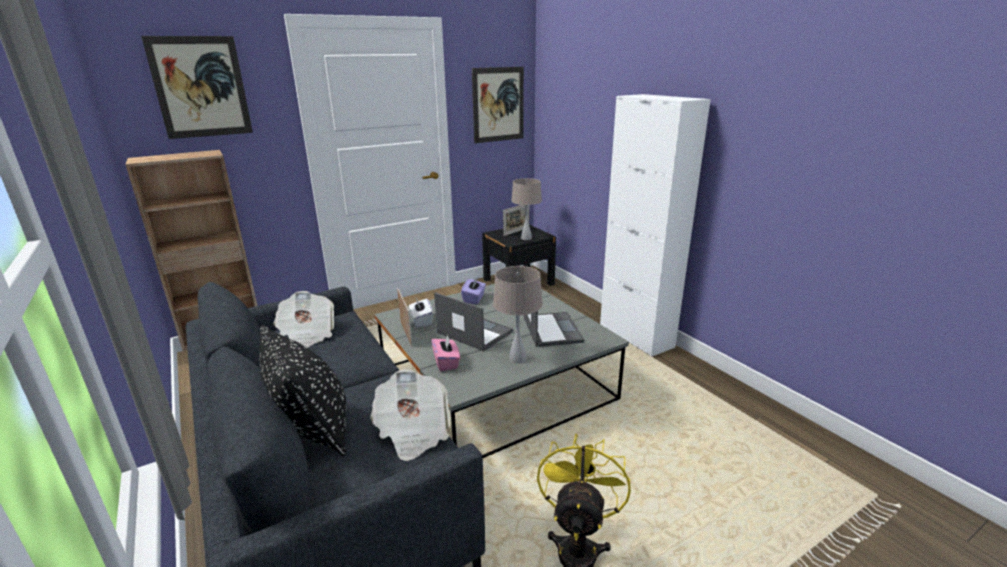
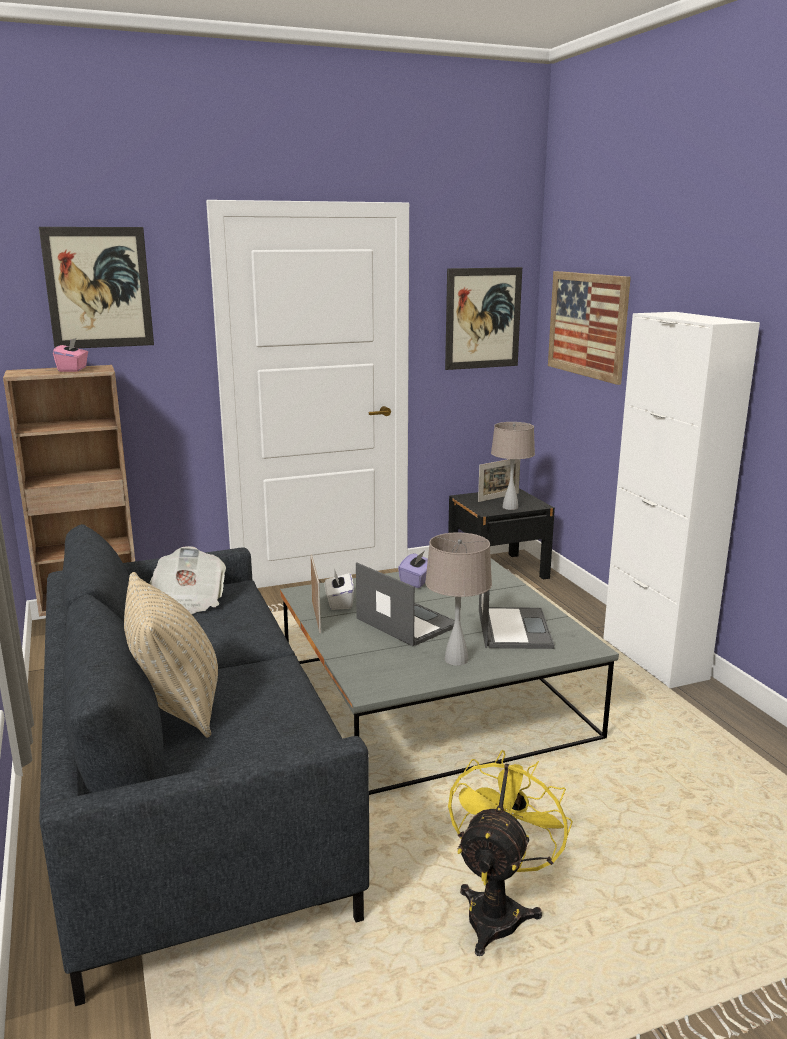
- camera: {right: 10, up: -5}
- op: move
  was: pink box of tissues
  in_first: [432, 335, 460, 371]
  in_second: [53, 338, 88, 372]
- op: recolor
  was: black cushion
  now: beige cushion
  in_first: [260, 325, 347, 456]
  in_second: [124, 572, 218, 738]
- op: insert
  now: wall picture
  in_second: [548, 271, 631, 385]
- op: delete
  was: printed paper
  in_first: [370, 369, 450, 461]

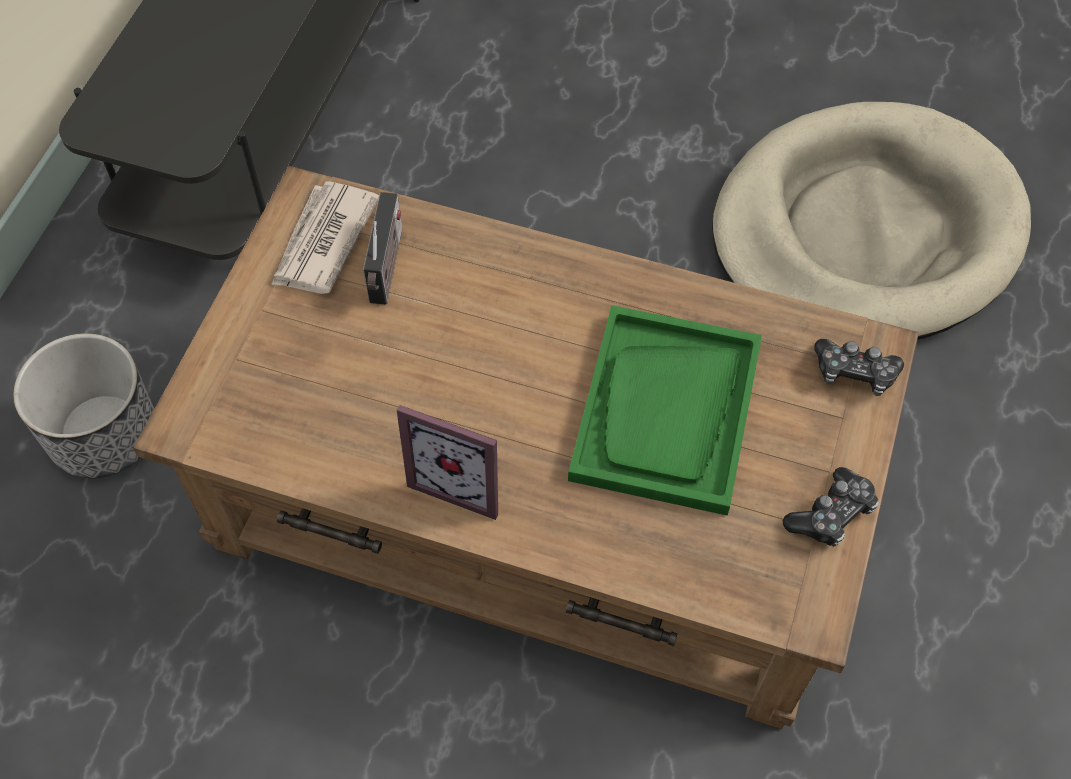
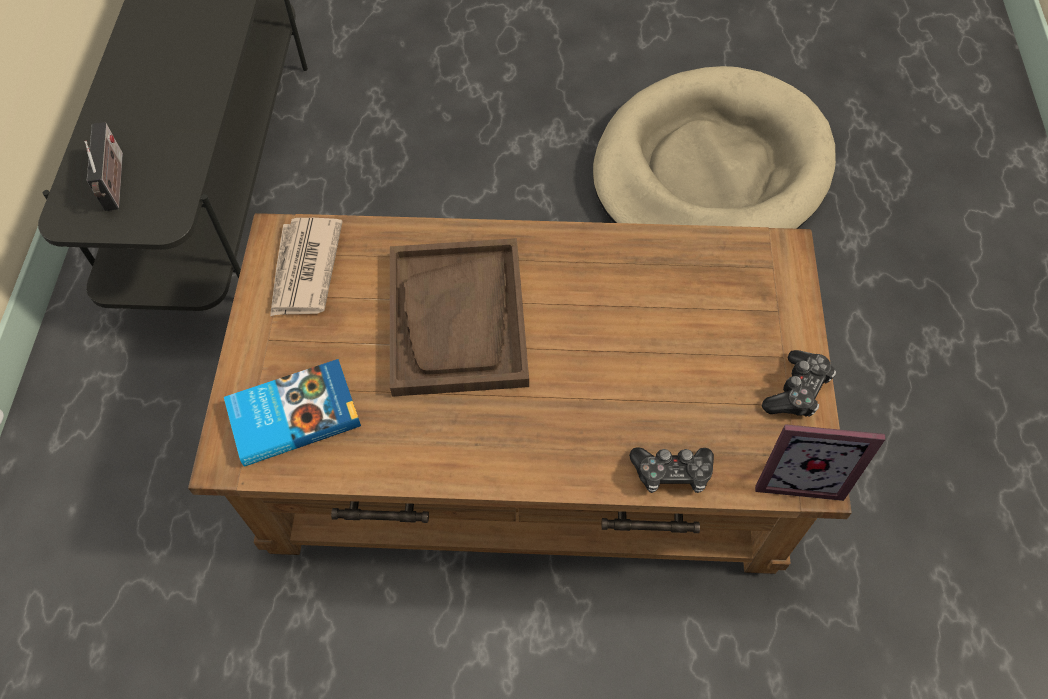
- camera: {right: -15, up: 0}
- op: move
  was: radio set
  in_first: [363, 192, 402, 304]
  in_second: [84, 122, 123, 211]
- op: insert
  now: book
  in_second: [224, 359, 361, 467]
- op: insert
  now: brownish serving tray
  in_second: [390, 238, 529, 397]
- op: move
  was: game controller
  in_first: [815, 339, 904, 396]
  in_second: [629, 447, 714, 493]
- op: move
  was: photo frame
  in_first: [397, 405, 498, 520]
  in_second: [755, 424, 886, 501]
- op: delete
  was: planter
  in_first: [13, 333, 154, 478]
- op: delete
  was: green serving tray
  in_first: [568, 305, 762, 516]

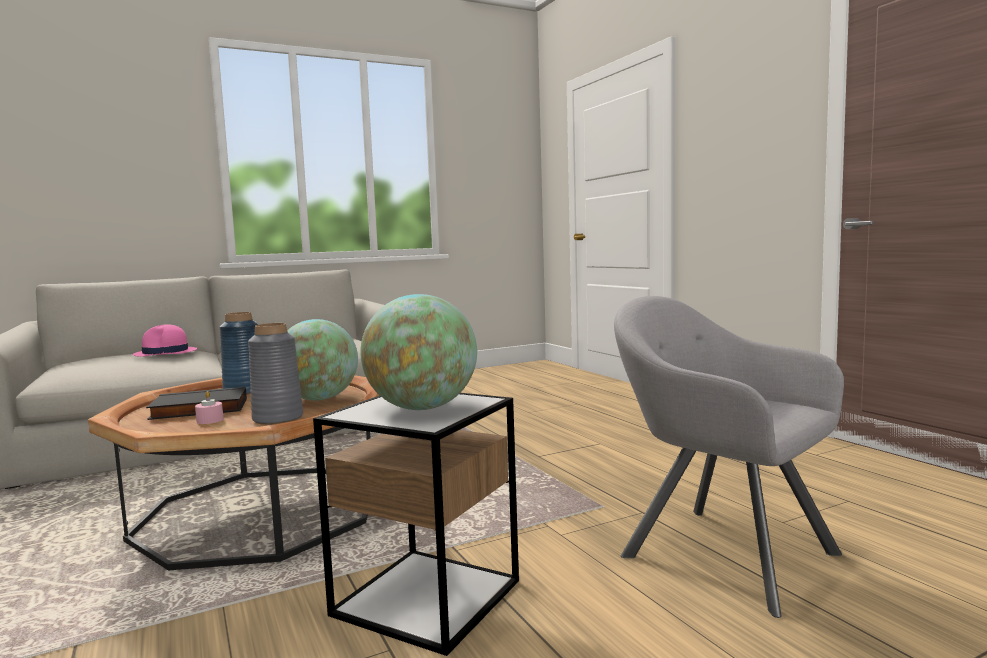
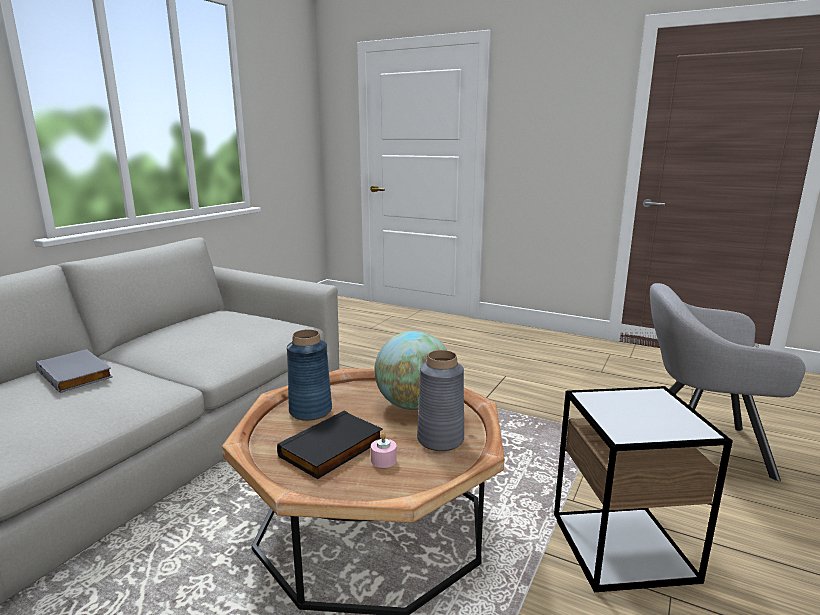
- camera: {right: -35, up: 10}
- op: replace
  was: pink hat
  now: gray book
  in_first: [133, 325, 197, 357]
  in_second: [36, 349, 113, 393]
- op: delete
  was: world globe
  in_first: [360, 294, 477, 410]

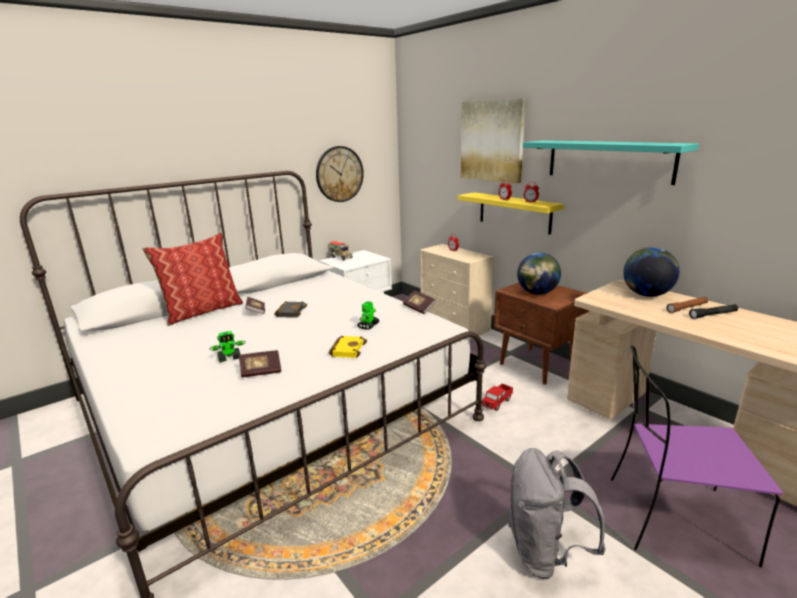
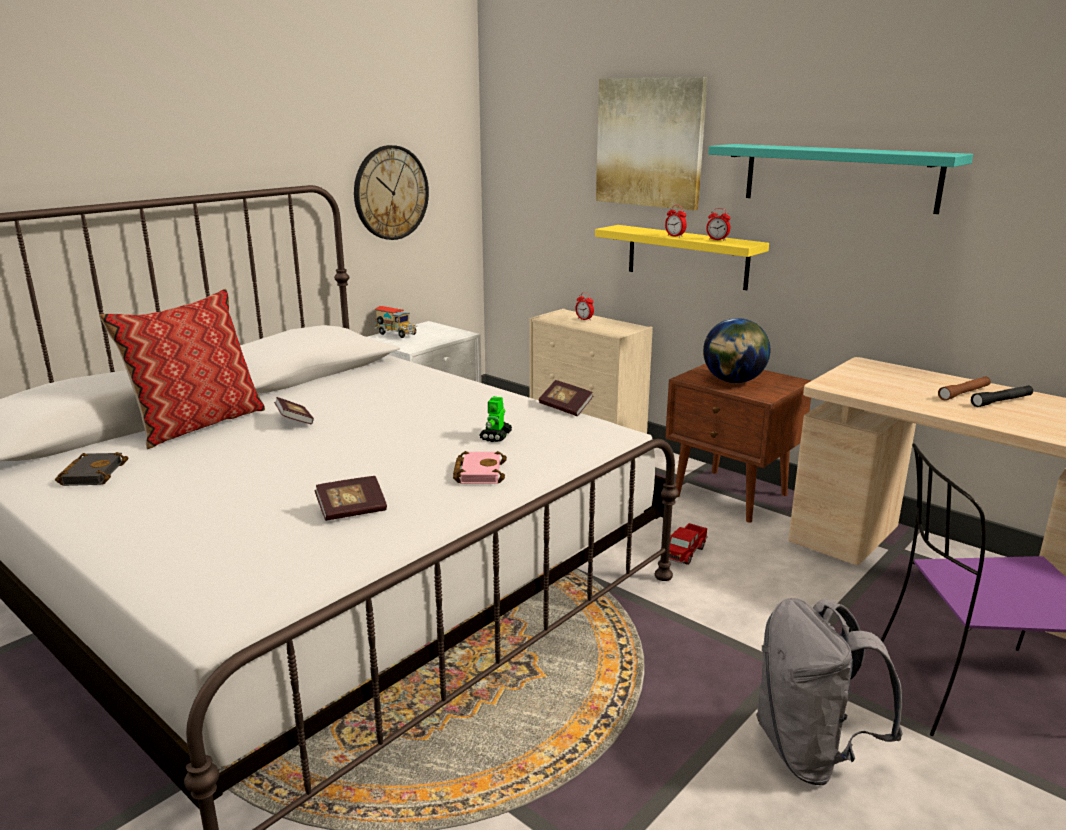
- camera: {right: -10, up: 0}
- op: move
  was: black book
  in_first: [274, 301, 307, 317]
  in_second: [55, 452, 128, 486]
- op: recolor
  was: yellowish book
  now: pink book
  in_first: [329, 336, 367, 358]
  in_second: [453, 451, 507, 484]
- op: delete
  was: robot figure
  in_first: [209, 331, 246, 362]
- op: delete
  was: world globe
  in_first: [623, 247, 679, 297]

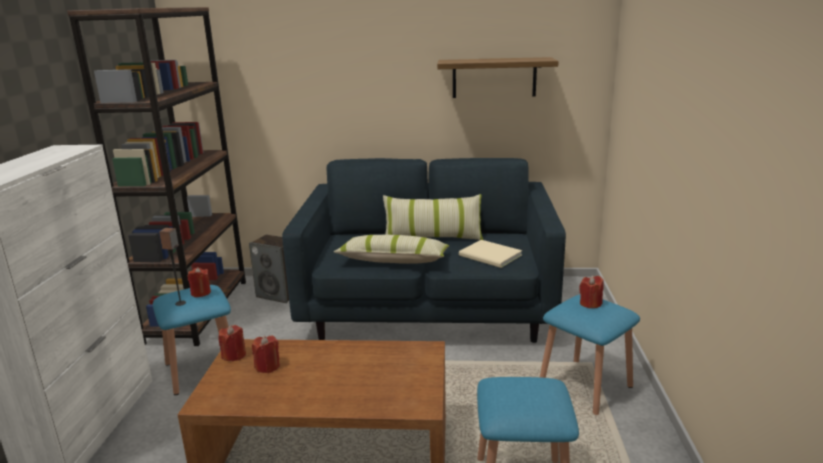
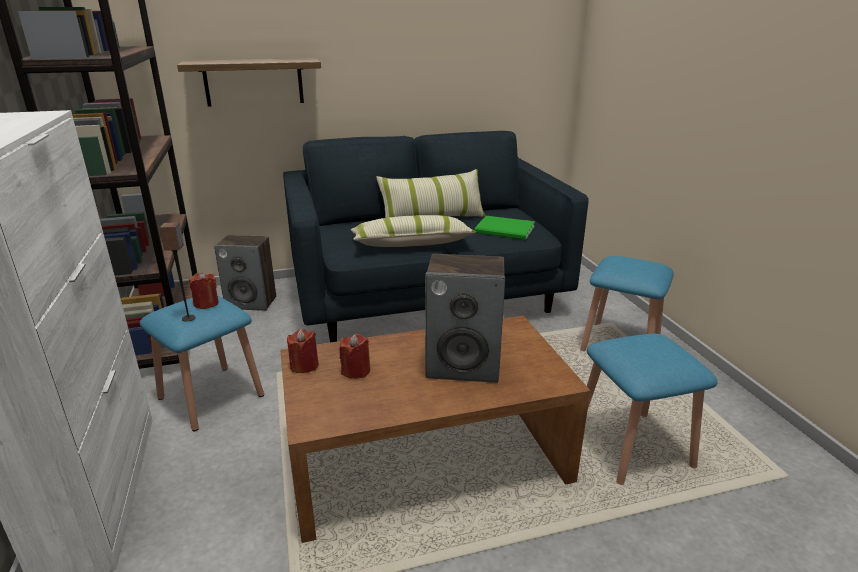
- camera: {right: -20, up: 5}
- op: move
  was: bracket shelf
  in_first: [437, 57, 559, 98]
  in_second: [177, 58, 321, 107]
- op: insert
  now: loudspeaker
  in_second: [425, 254, 505, 383]
- op: recolor
  was: beige book
  now: green book
  in_first: [459, 240, 522, 268]
  in_second: [475, 216, 535, 240]
- op: delete
  was: reddish wax candle
  in_first: [579, 275, 604, 309]

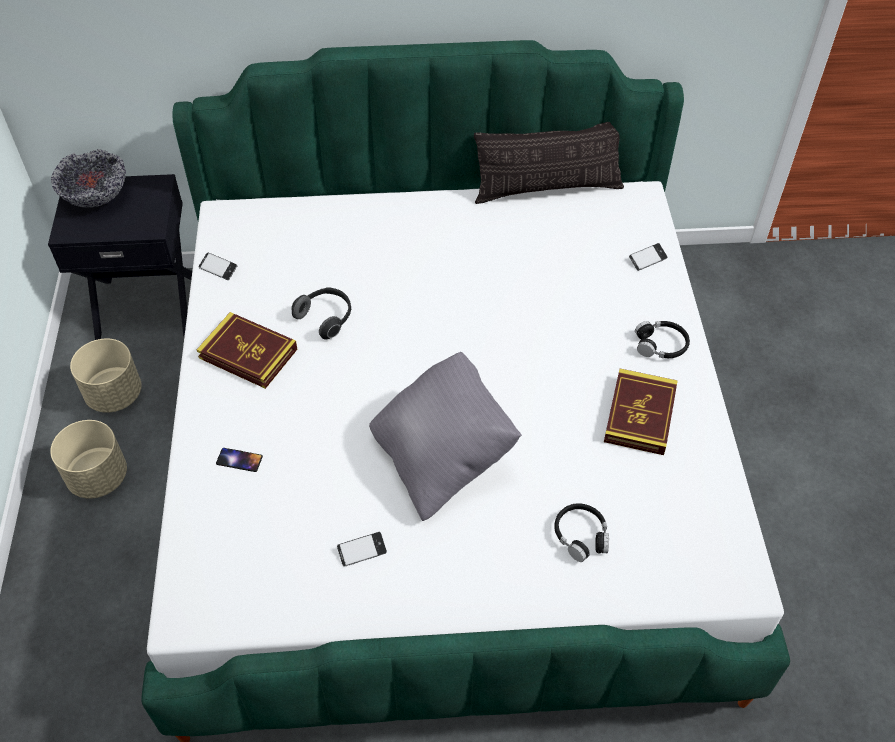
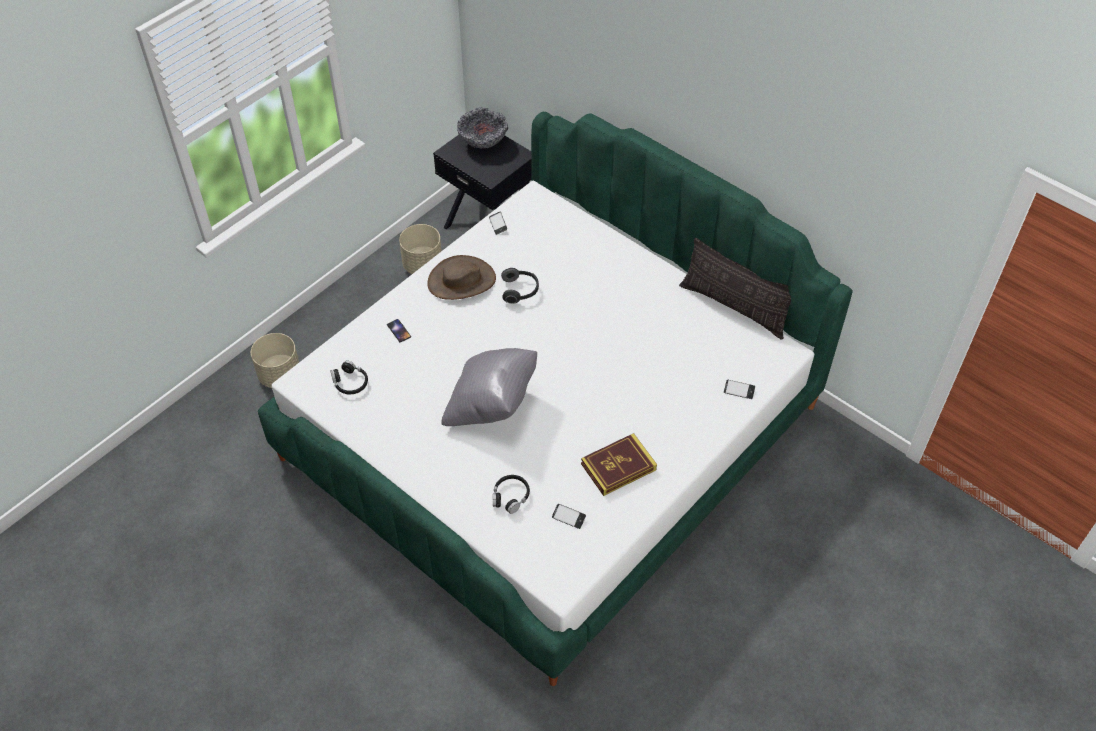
- camera: {right: 45, up: 0}
- op: move
  was: beige planter
  in_first: [50, 420, 127, 499]
  in_second: [251, 333, 299, 388]
- op: move
  was: black headphones
  in_first: [635, 321, 690, 358]
  in_second: [331, 360, 368, 394]
- op: replace
  was: book
  now: brownish hat
  in_first: [197, 312, 297, 389]
  in_second: [427, 255, 496, 300]
- op: move
  was: phone
  in_first: [337, 532, 387, 567]
  in_second: [552, 504, 586, 529]

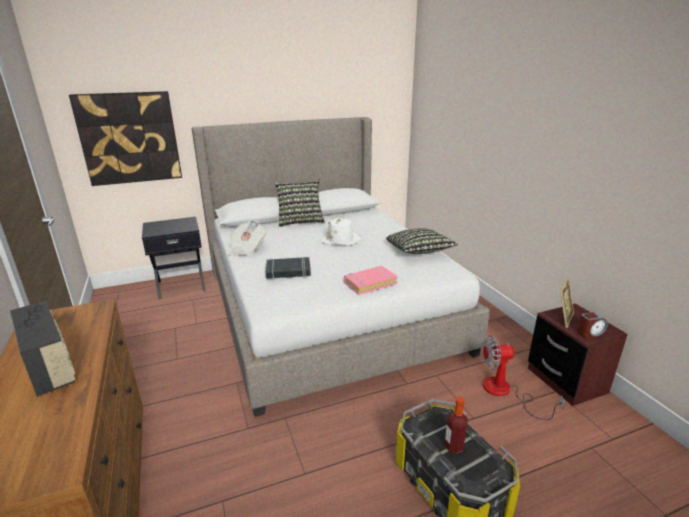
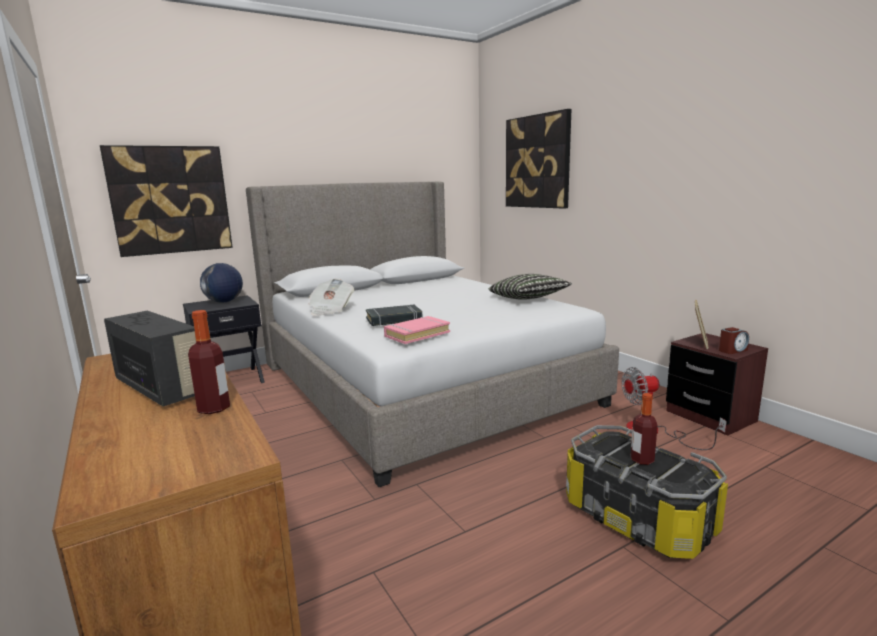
- camera: {right: -10, up: -10}
- op: insert
  now: bottle
  in_second: [188, 310, 230, 414]
- op: insert
  now: world globe
  in_second: [200, 263, 243, 303]
- op: move
  was: pink book
  in_first: [344, 266, 398, 295]
  in_second: [384, 316, 450, 344]
- op: insert
  now: wall picture
  in_second: [506, 109, 571, 209]
- op: delete
  was: cushion
  in_first: [275, 179, 325, 227]
- op: delete
  was: whitish hat
  in_first: [321, 217, 361, 246]

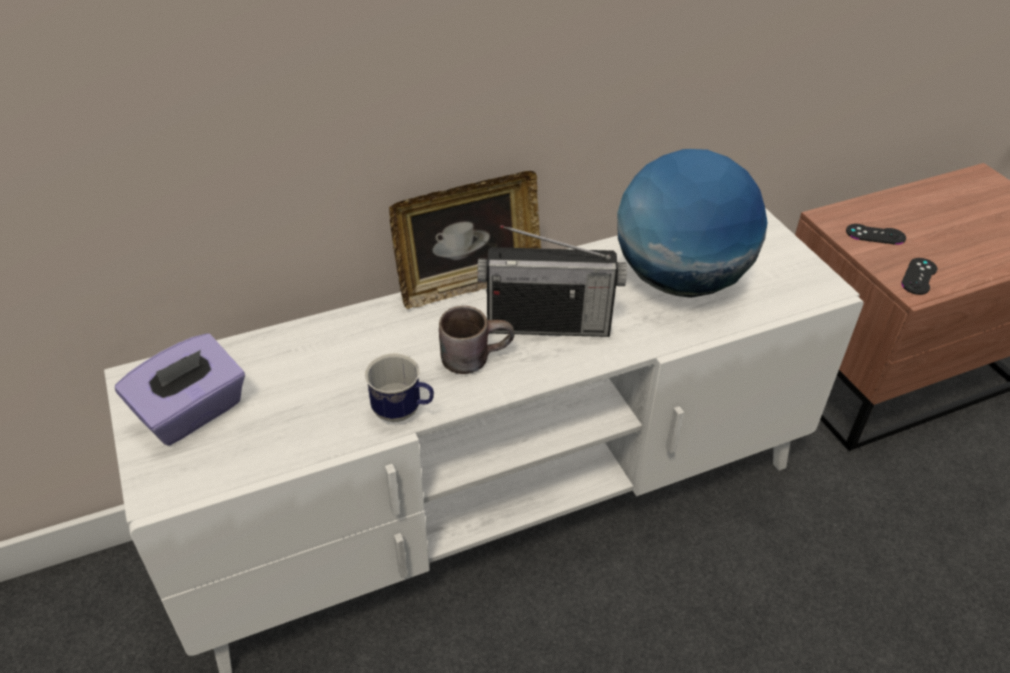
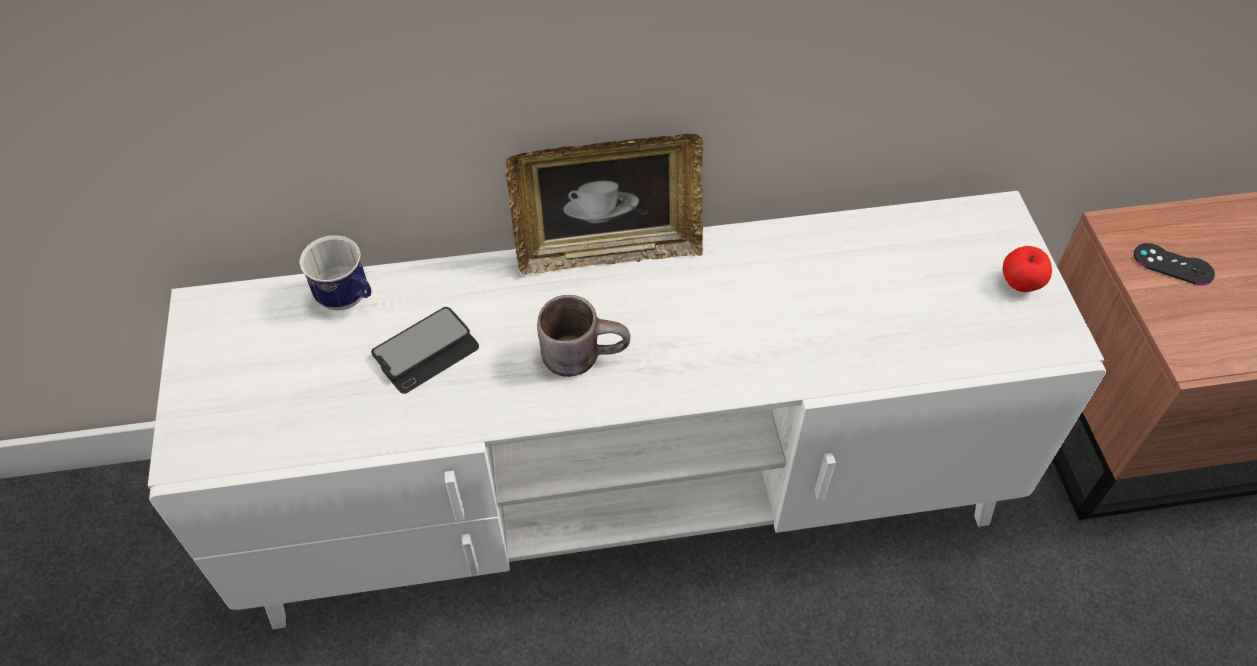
- camera: {right: 15, up: 10}
- op: move
  was: mug
  in_first: [365, 353, 434, 422]
  in_second: [299, 236, 371, 310]
- op: insert
  now: phone
  in_second: [371, 307, 479, 394]
- op: insert
  now: apple fruit
  in_second: [1003, 246, 1052, 292]
- op: delete
  was: purple box of tissues
  in_first: [115, 333, 245, 445]
- op: delete
  was: radio set
  in_first: [477, 225, 627, 337]
- op: delete
  was: world globe
  in_first: [617, 149, 768, 298]
- op: delete
  was: black game controller
  in_first: [901, 258, 937, 295]

